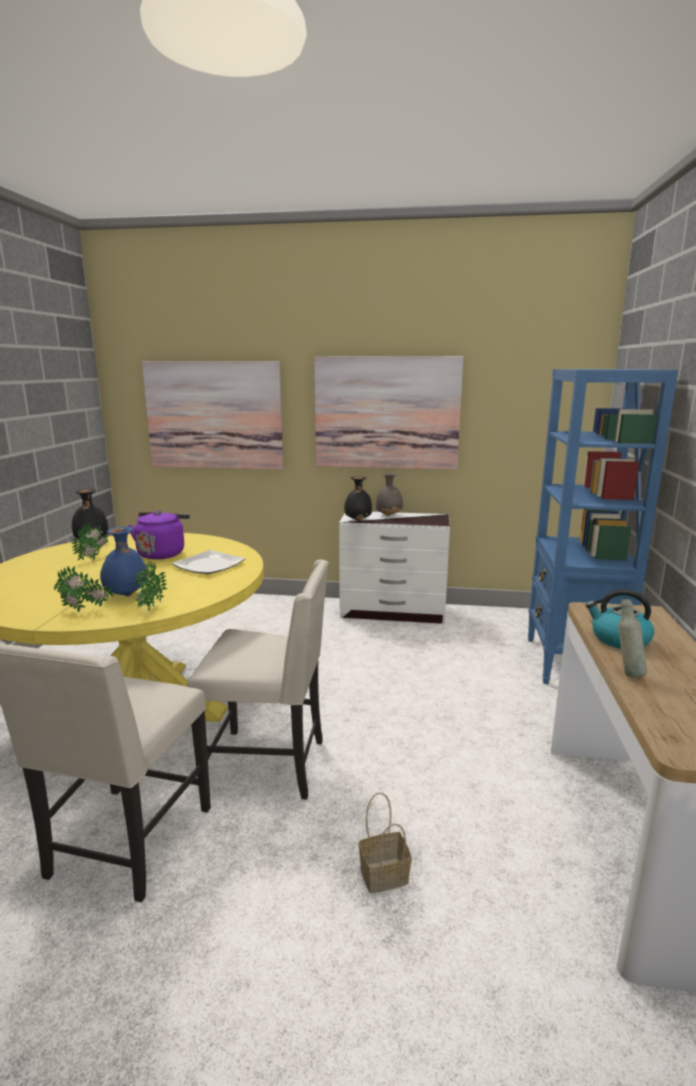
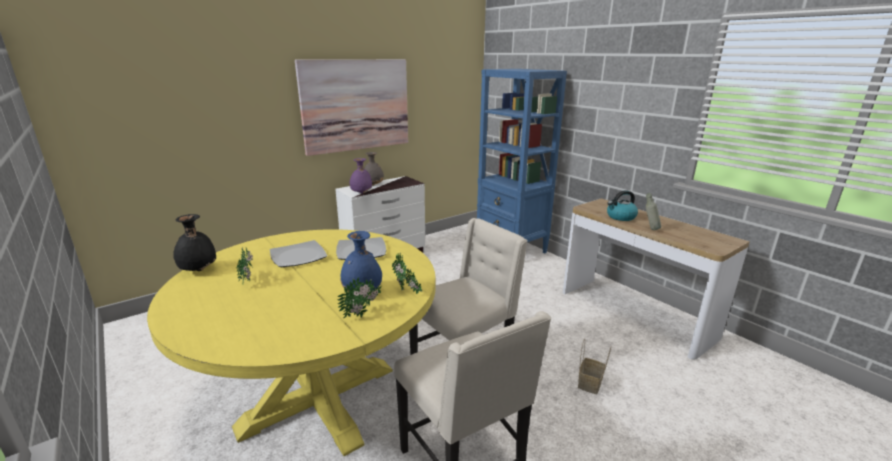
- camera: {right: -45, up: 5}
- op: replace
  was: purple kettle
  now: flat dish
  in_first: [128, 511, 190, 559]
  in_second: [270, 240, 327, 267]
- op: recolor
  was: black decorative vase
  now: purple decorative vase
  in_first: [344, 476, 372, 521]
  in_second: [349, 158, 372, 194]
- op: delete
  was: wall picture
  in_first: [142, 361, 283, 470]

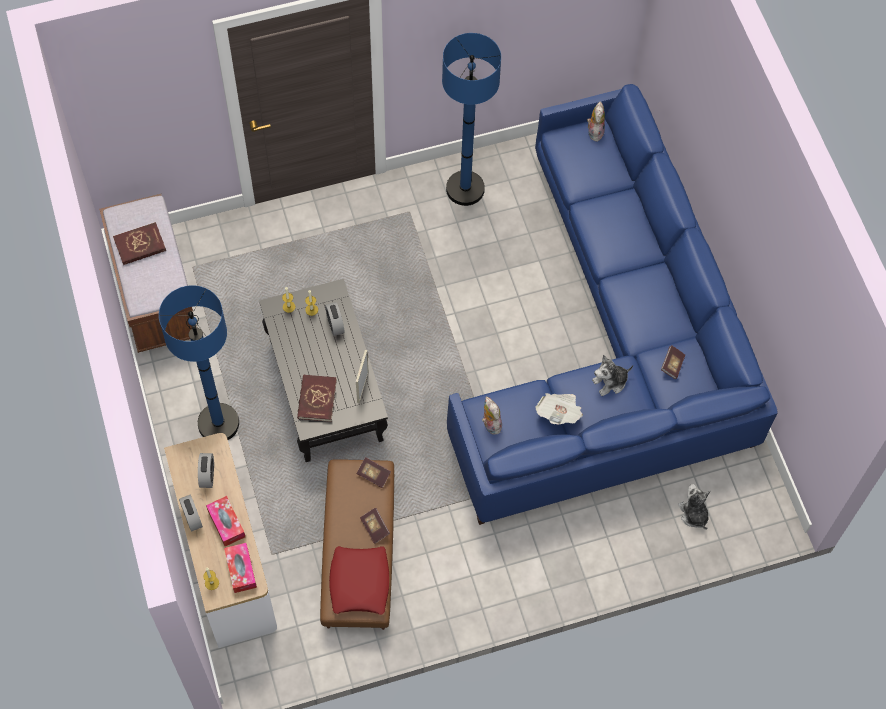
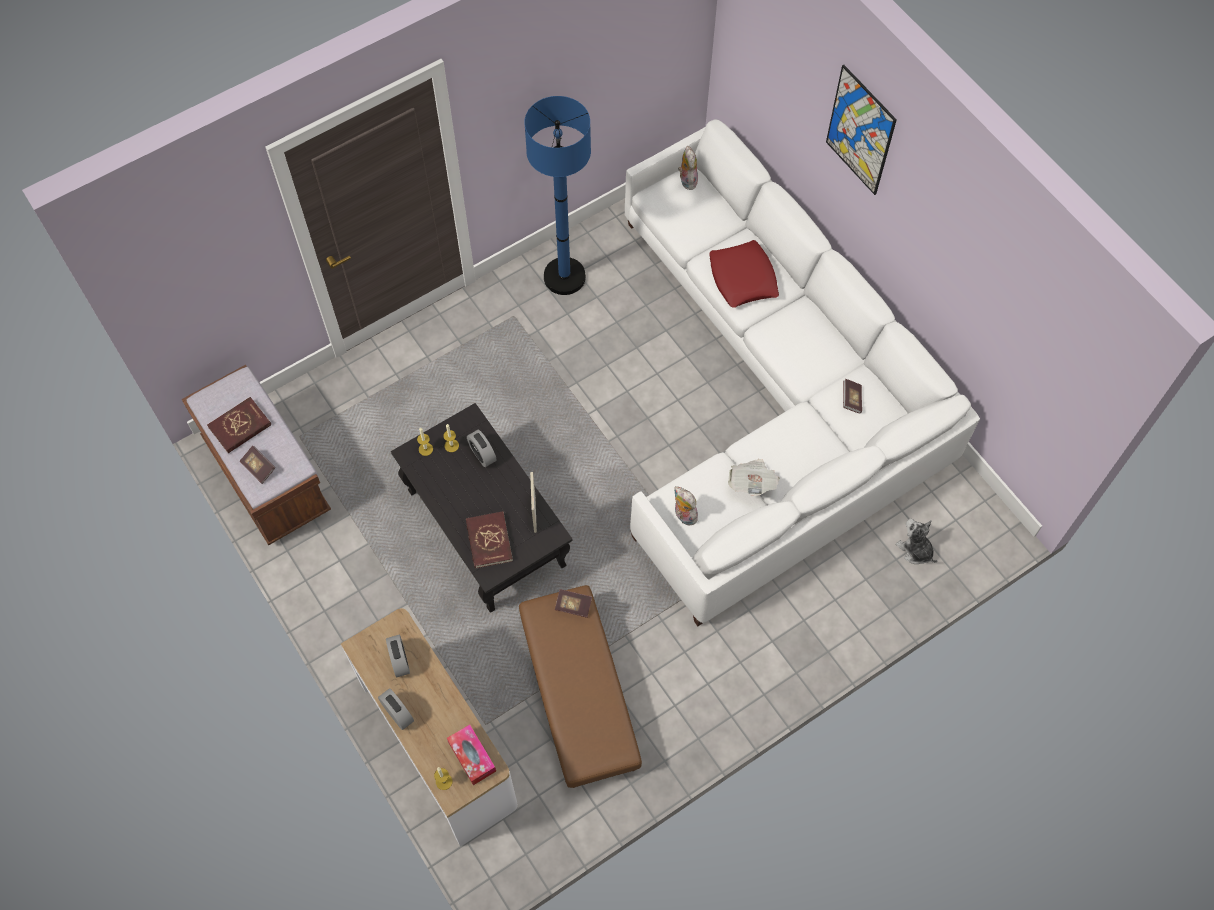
- camera: {right: -15, up: 0}
- op: move
  was: book
  in_first: [360, 508, 390, 544]
  in_second: [240, 446, 275, 484]
- op: recolor
  was: bluish settee
  now: whitish settee
  in_first: [447, 84, 778, 525]
  in_second: [625, 119, 980, 626]
- op: move
  was: reddish cushion
  in_first: [329, 546, 389, 615]
  in_second: [709, 240, 779, 308]
- op: insert
  now: wall picture
  in_second: [826, 65, 897, 195]
- op: delete
  was: bluish floor lamp
  in_first: [159, 285, 239, 440]
- op: delete
  was: box of tissues
  in_first: [206, 496, 245, 546]
- op: delete
  was: plush toy
  in_first: [592, 355, 633, 396]

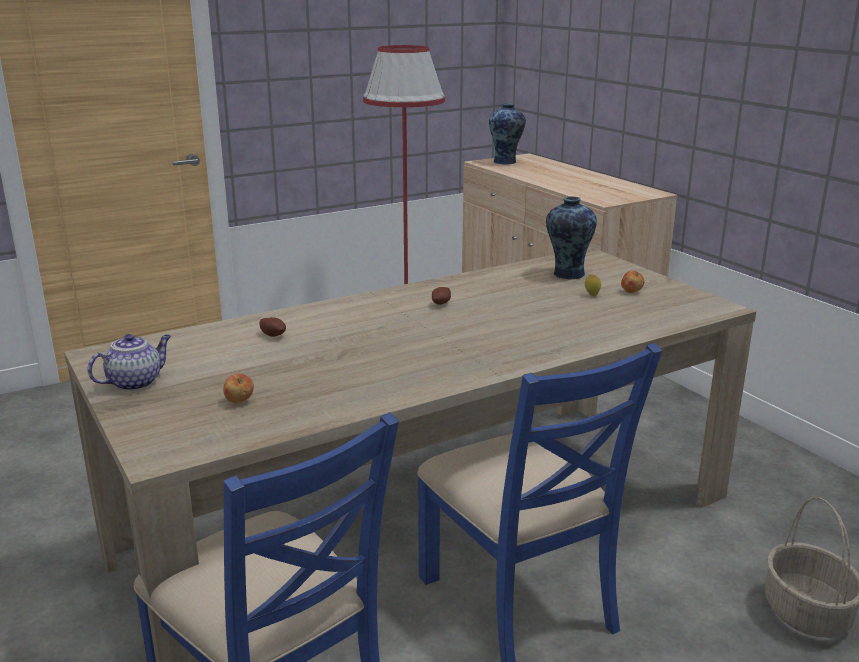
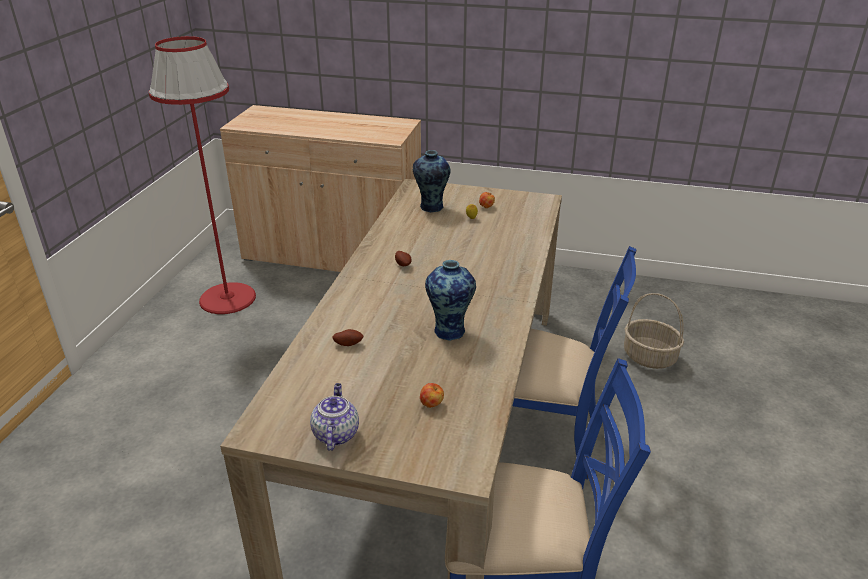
- camera: {right: -45, up: 10}
- op: move
  was: decorative vase
  in_first: [489, 103, 526, 165]
  in_second: [425, 260, 476, 341]

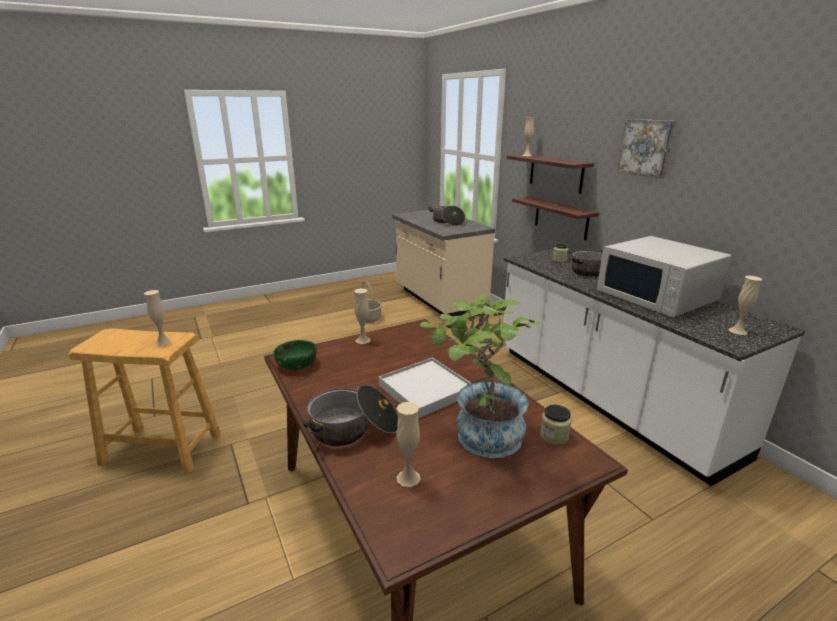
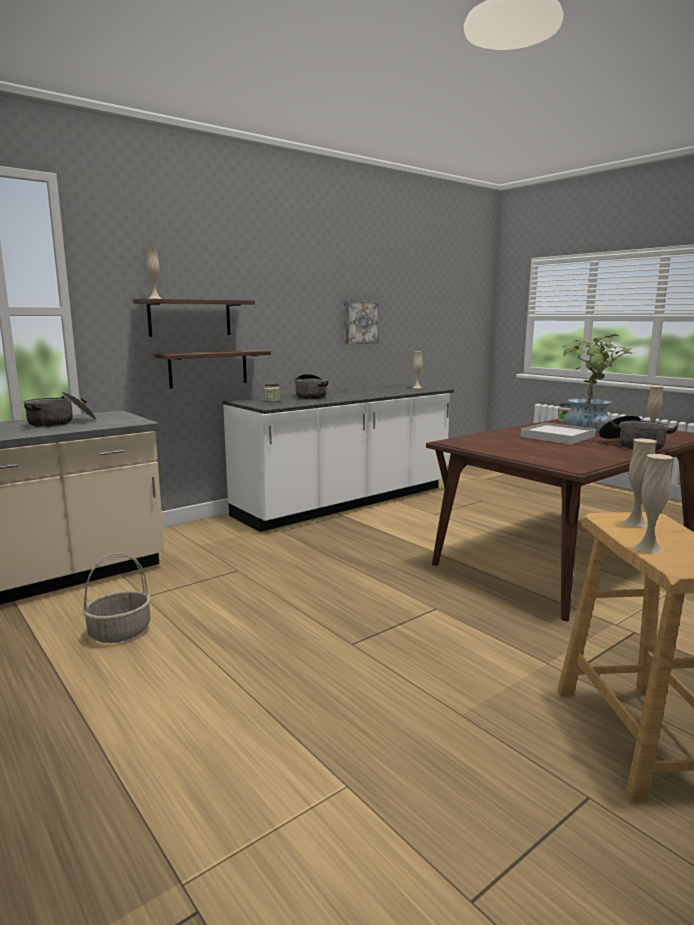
- camera: {right: -100, up: -10}
- op: move
  was: wall picture
  in_first: [617, 119, 676, 178]
  in_second: [344, 300, 379, 344]
- op: move
  was: beige decorative vase
  in_first: [354, 288, 371, 344]
  in_second: [634, 454, 674, 553]
- op: delete
  was: green bowl
  in_first: [273, 340, 317, 370]
- op: delete
  was: whitish microwave
  in_first: [597, 236, 732, 318]

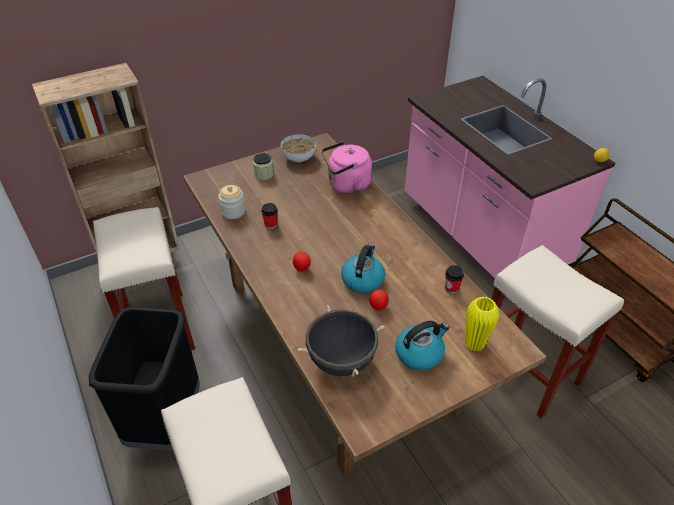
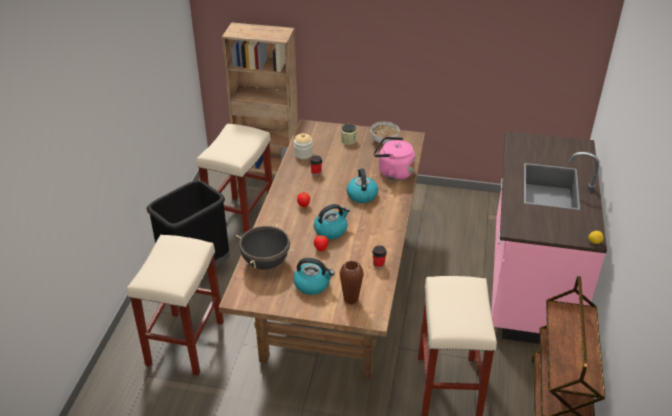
- camera: {right: 40, up: -5}
- op: recolor
  was: yellowish decorative vase
  now: brownish decorative vase
  in_first: [466, 297, 499, 352]
  in_second: [340, 260, 364, 304]
- op: insert
  now: kettle
  in_second: [347, 168, 378, 203]

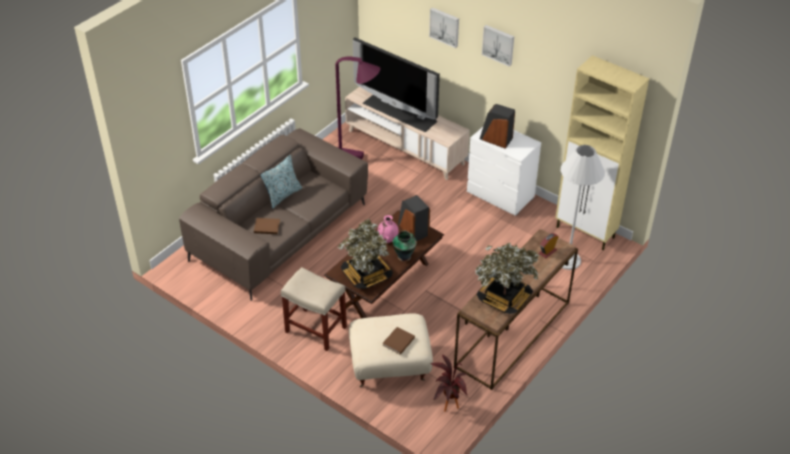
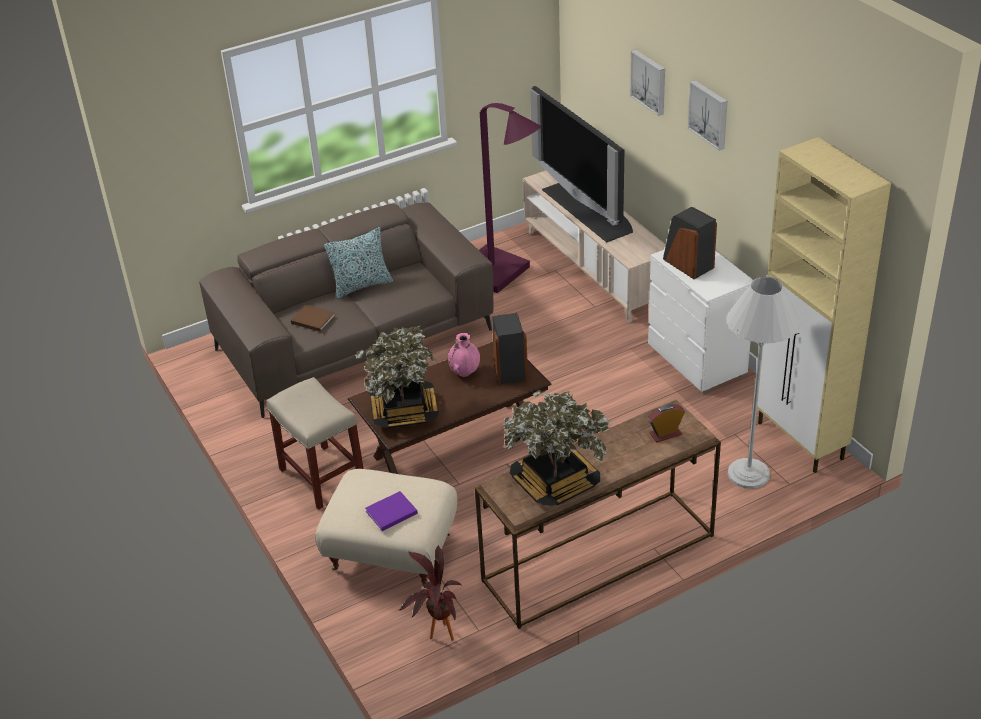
- camera: {right: 25, up: -5}
- op: recolor
  was: brownish book
  now: purple book
  in_first: [382, 327, 415, 355]
  in_second: [365, 491, 418, 531]
- op: delete
  was: decorative vase
  in_first: [392, 231, 417, 261]

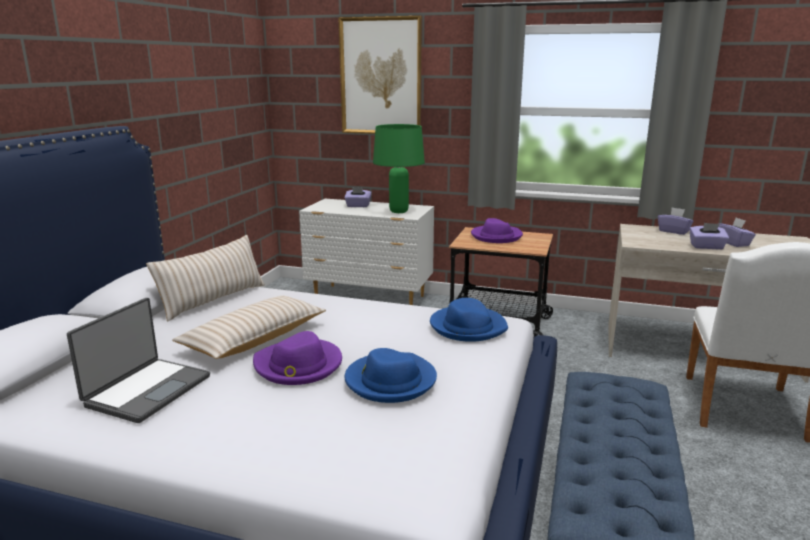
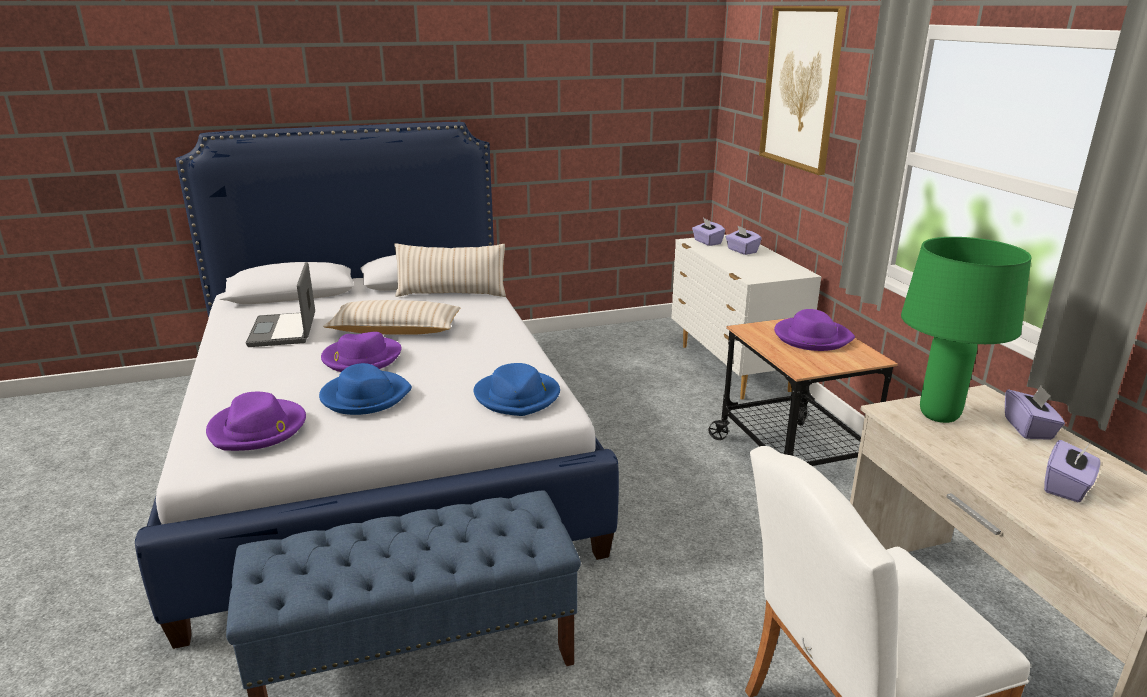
- camera: {right: 55, up: 5}
- op: insert
  now: purple hat
  in_second: [206, 392, 306, 451]
- op: rotate
  was: laptop
  in_first: [67, 298, 210, 423]
  in_second: [246, 262, 315, 347]
  clockwise: 90
- op: move
  was: purple box of tissues
  in_first: [689, 223, 729, 249]
  in_second: [692, 218, 725, 246]
- op: move
  was: green tabletop lamp
  in_first: [373, 124, 425, 213]
  in_second: [901, 237, 1031, 423]

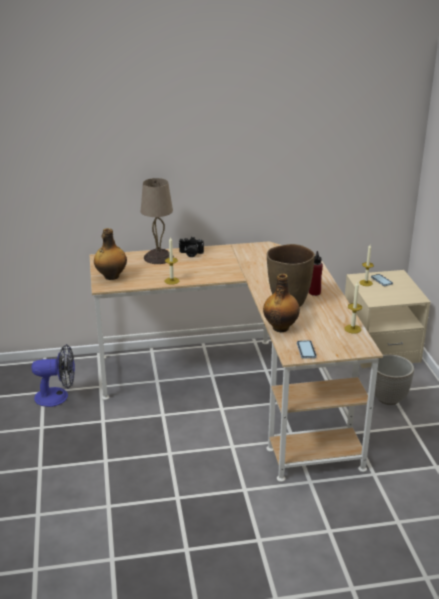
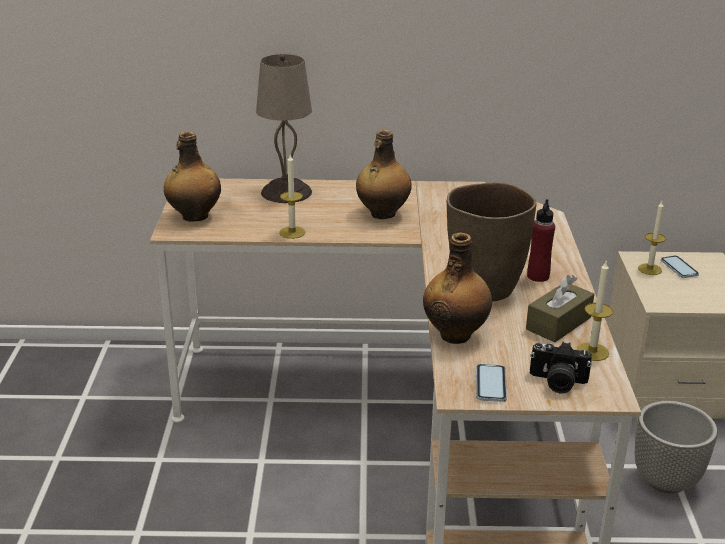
- camera: {right: 10, up: 0}
- op: insert
  now: bottle
  in_second: [356, 130, 412, 219]
- op: insert
  now: brownish box of tissues
  in_second: [526, 275, 594, 342]
- op: move
  was: still camera
  in_first: [179, 237, 204, 257]
  in_second: [530, 342, 592, 393]
- op: delete
  was: cooling fan
  in_first: [32, 344, 75, 407]

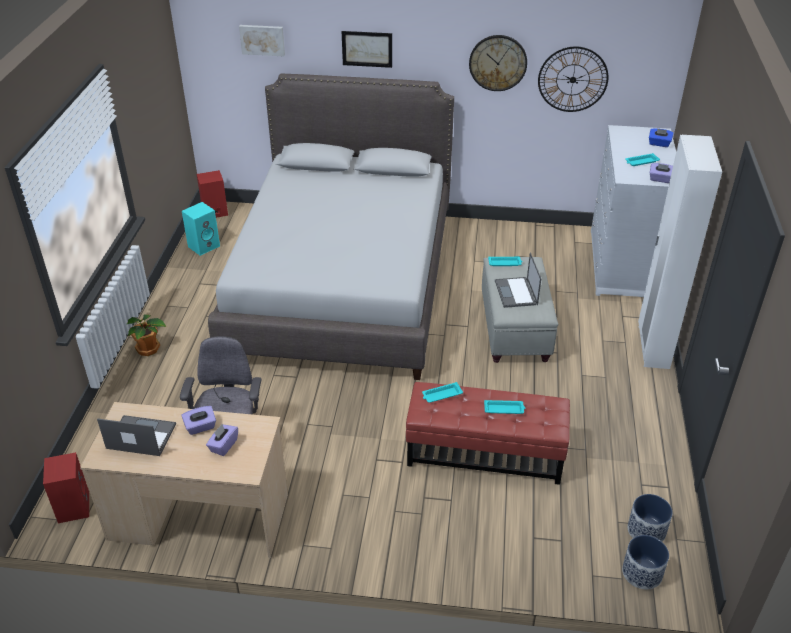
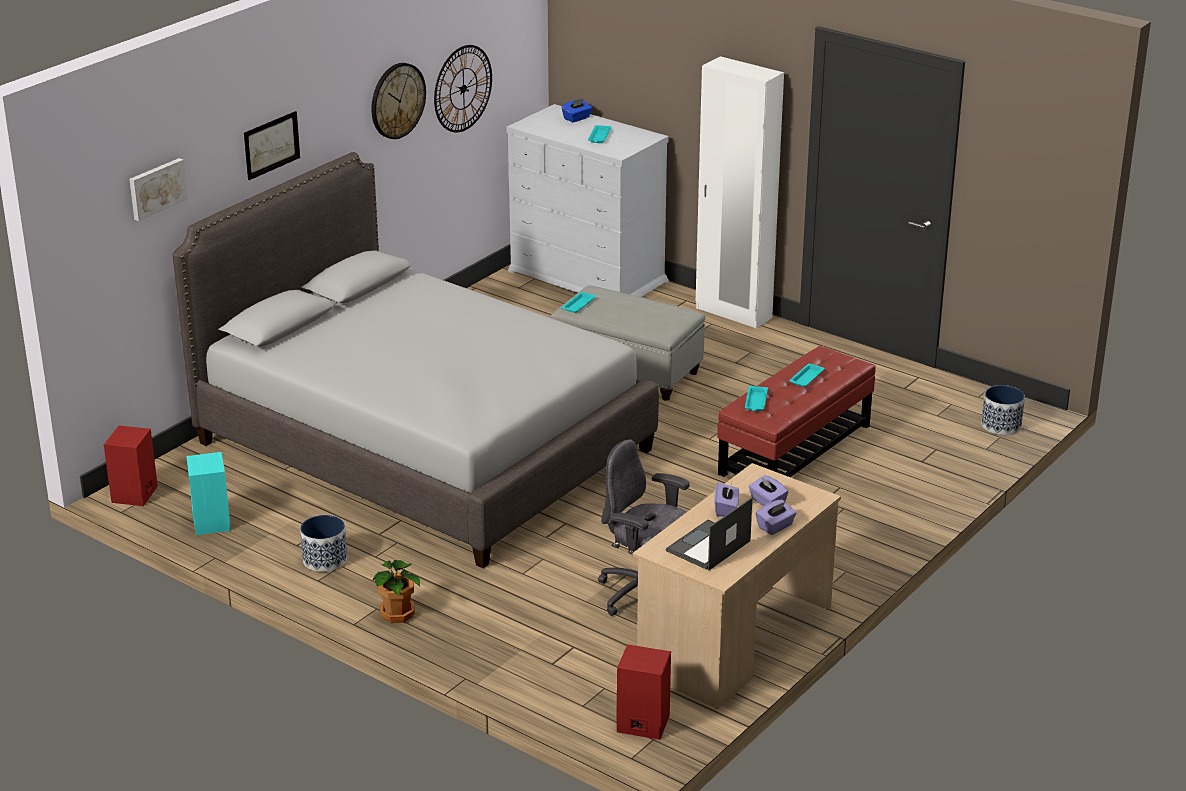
- camera: {right: -60, up: -10}
- op: move
  was: planter
  in_first: [628, 494, 673, 542]
  in_second: [300, 515, 347, 572]
- op: move
  was: purple box of tissues
  in_first: [650, 163, 673, 183]
  in_second: [756, 500, 797, 535]
- op: delete
  was: laptop
  in_first: [495, 252, 541, 308]

